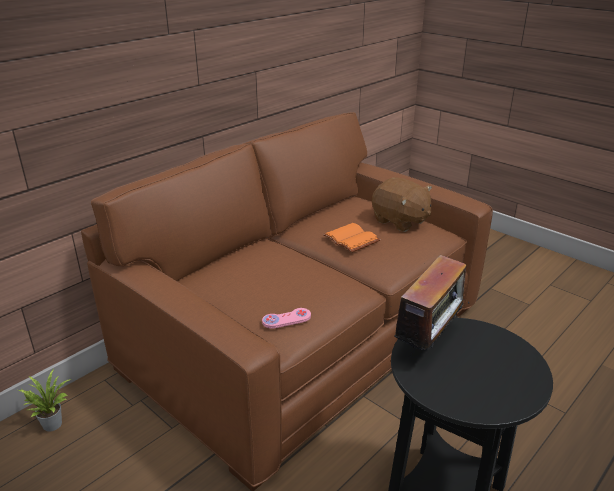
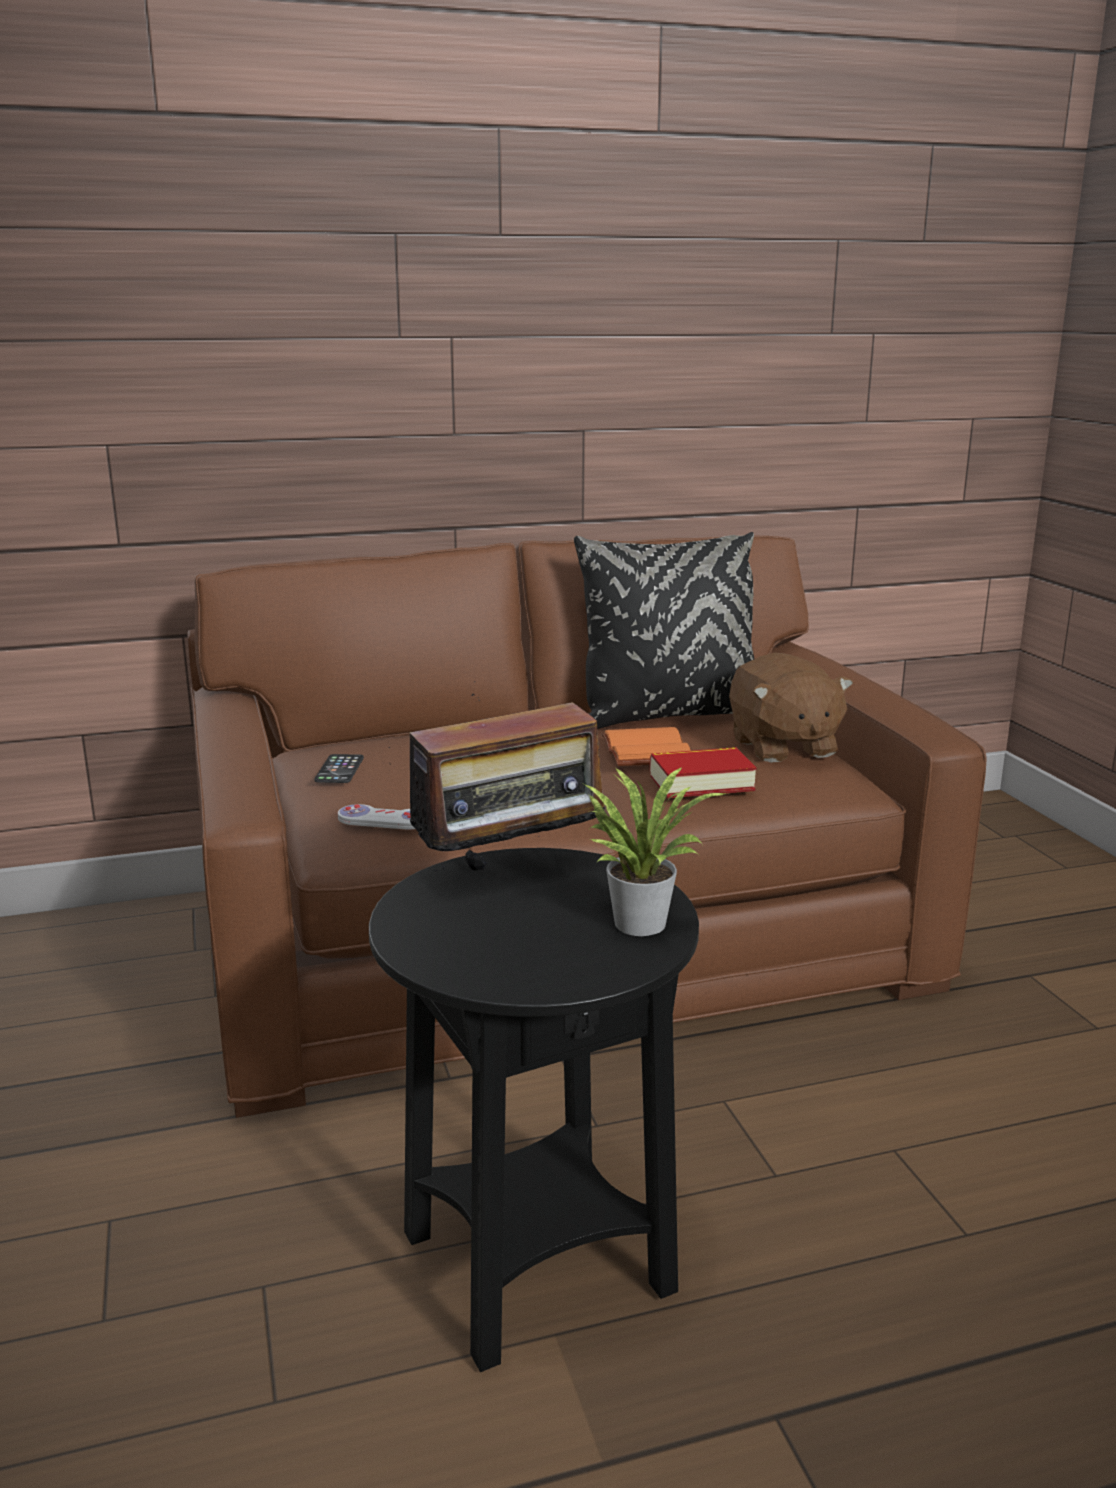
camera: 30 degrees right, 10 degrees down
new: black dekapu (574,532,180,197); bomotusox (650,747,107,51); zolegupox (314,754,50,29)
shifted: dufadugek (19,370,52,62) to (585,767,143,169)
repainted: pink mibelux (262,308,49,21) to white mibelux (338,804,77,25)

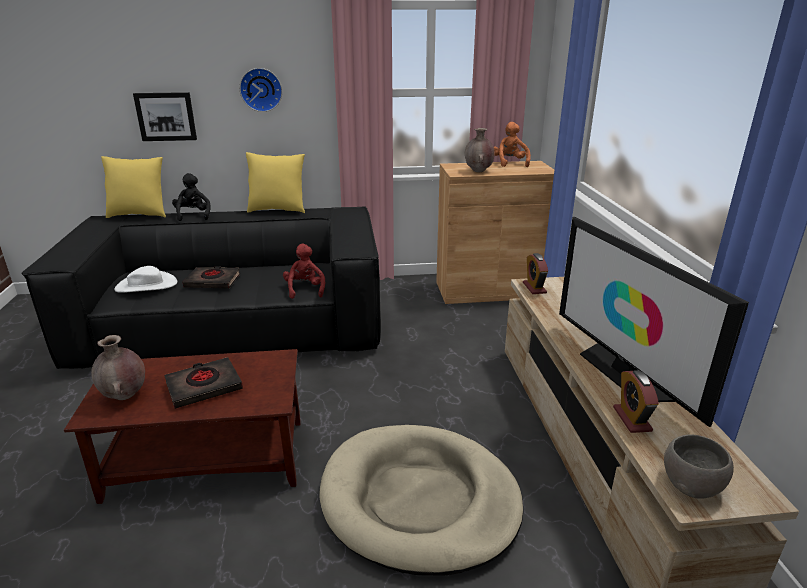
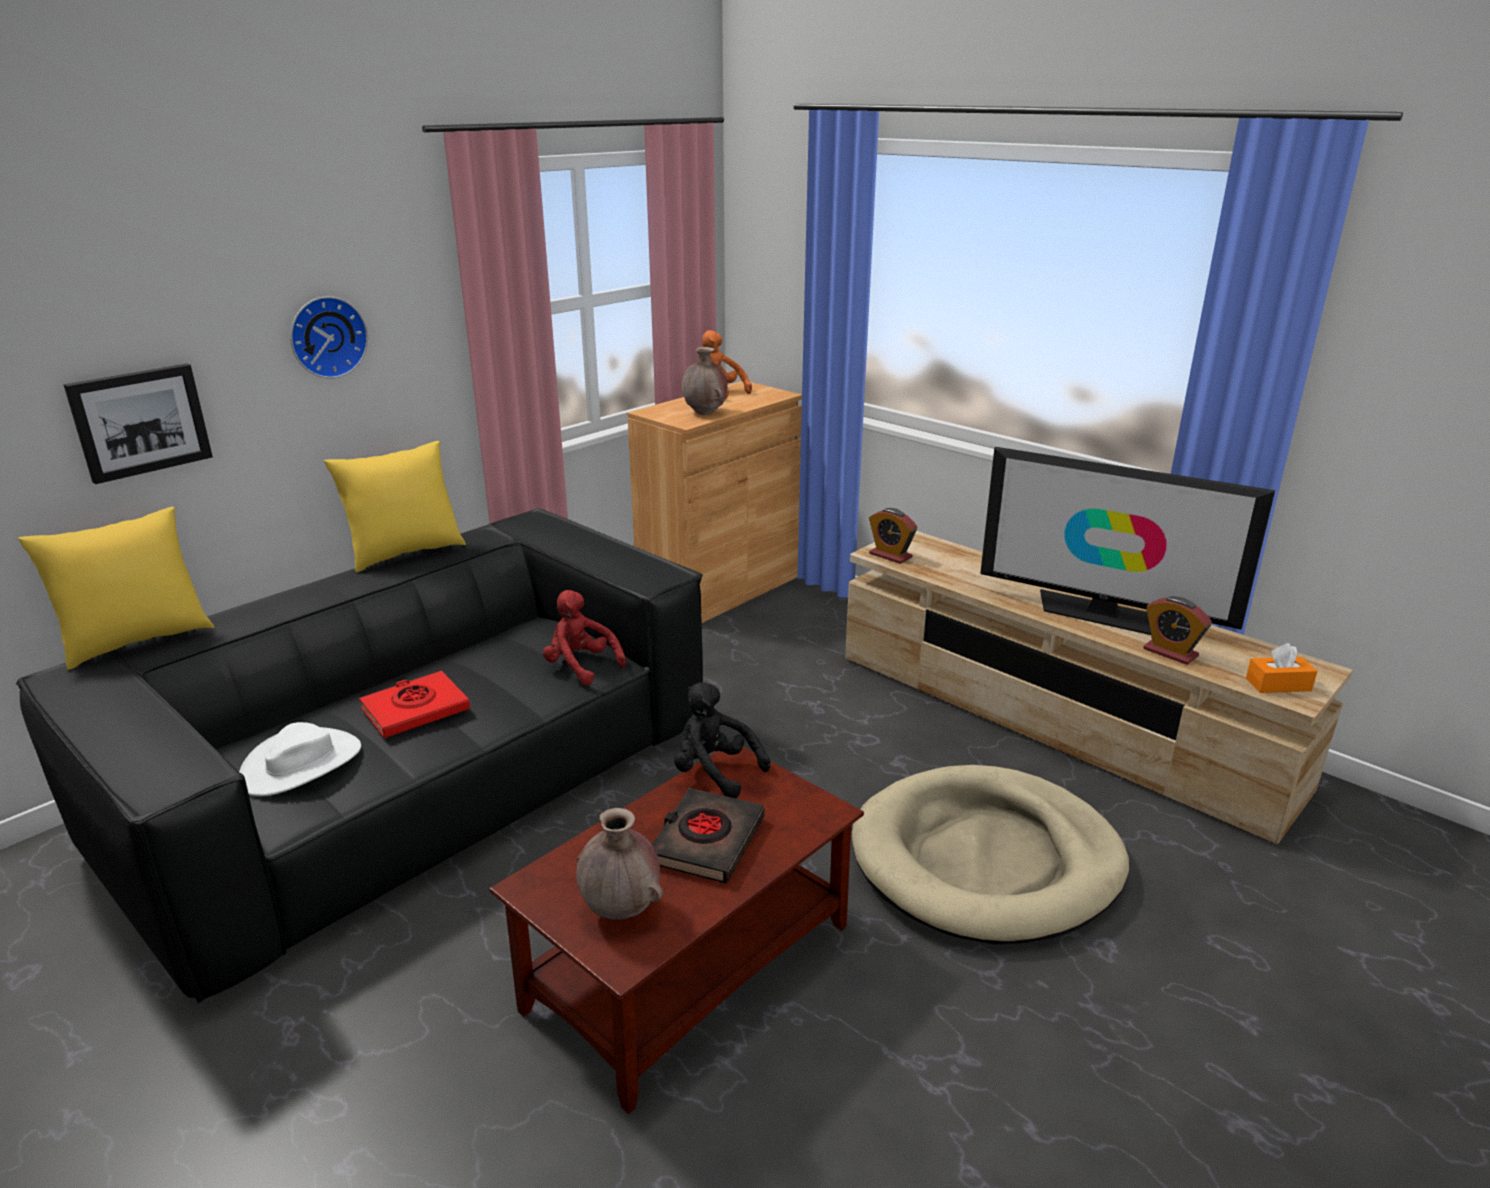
camera: 40 degrees left, 0 degrees up
shifted: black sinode (172,173,39,48) to (674,682,97,116)
swapped: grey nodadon (664,434,70,65) to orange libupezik (1246,643,72,50)
repainted: black bomotusox (183,266,57,22) to red bomotusox (359,671,111,67)

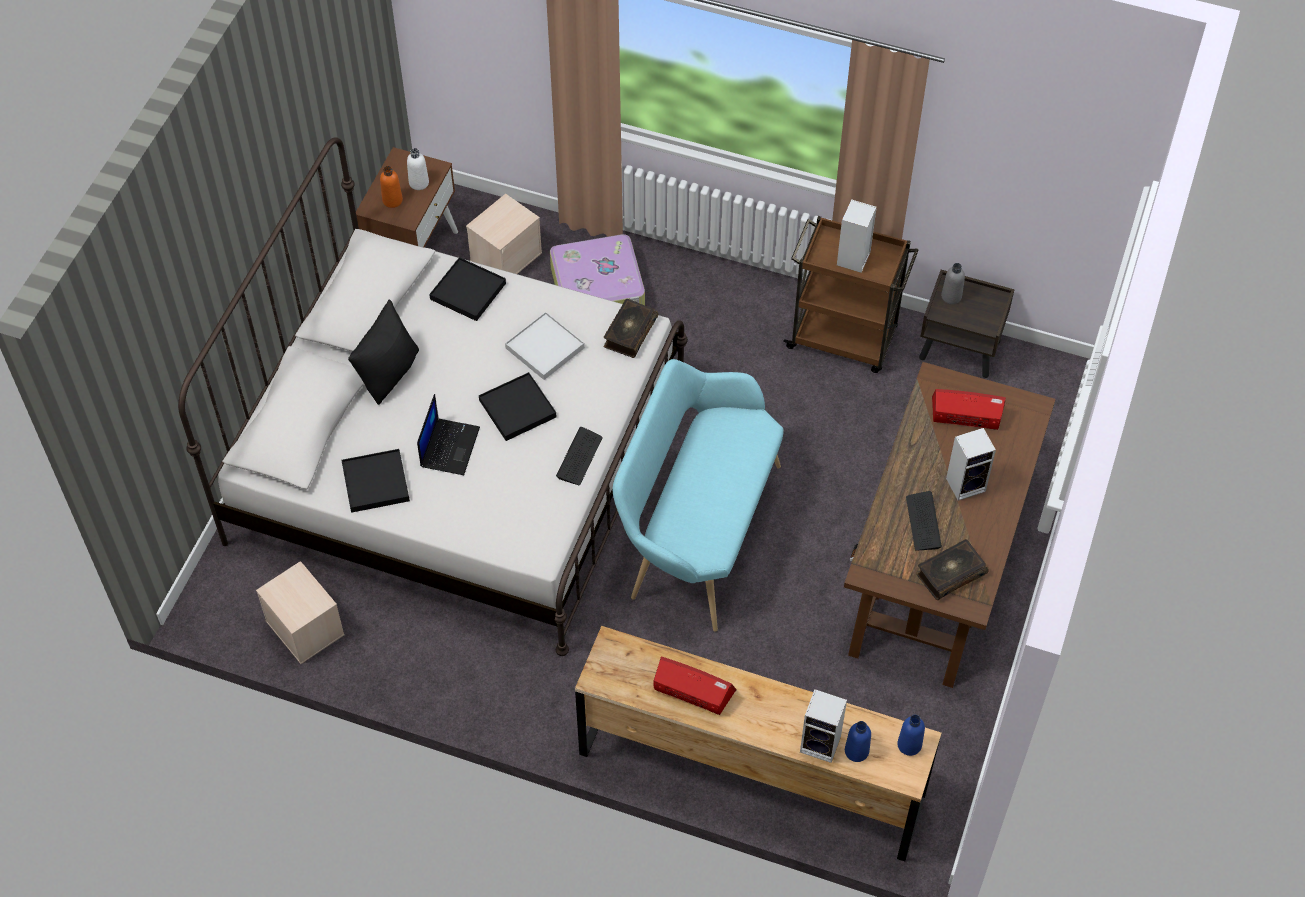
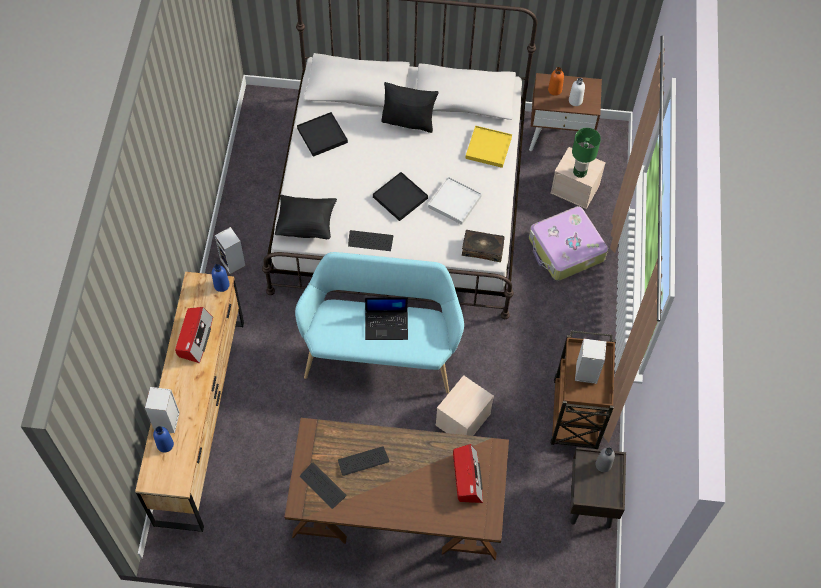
camera: 75 degrees right, 5 degrees up
new: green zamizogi (572,128,29,50); black dekapu (275,195,62,44)
shifted: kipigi (417,394,63,81) to (365,297,43,43); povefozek (946,428,50,73) to (215,227,30,47); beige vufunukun (256,561,88,103) to (436,375,58,61); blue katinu (897,715,28,41) to (212,264,18,28)
swapped: bomotusox (916,539,73,61) to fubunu (300,462,47,47)
repainted: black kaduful (429,257,77,64) to yellow kaduful (465,126,47,42)

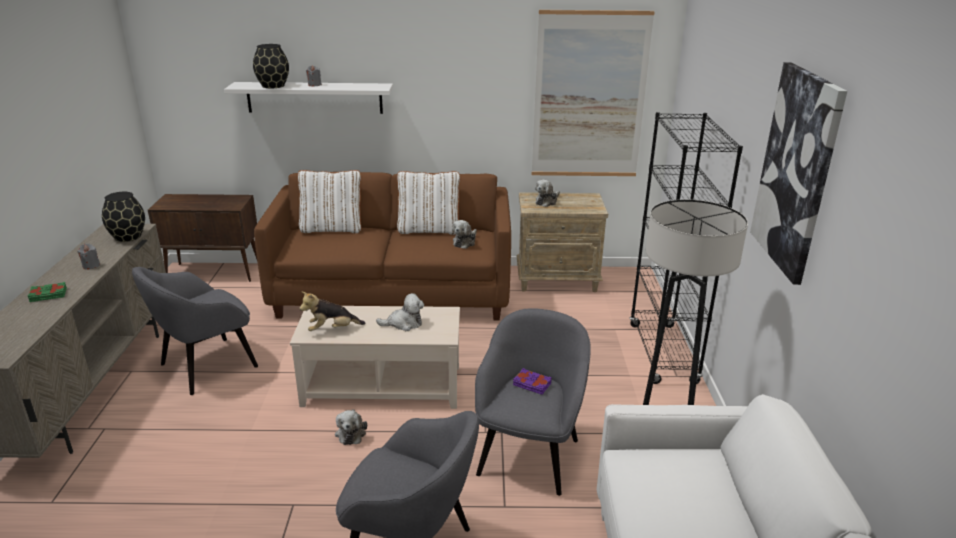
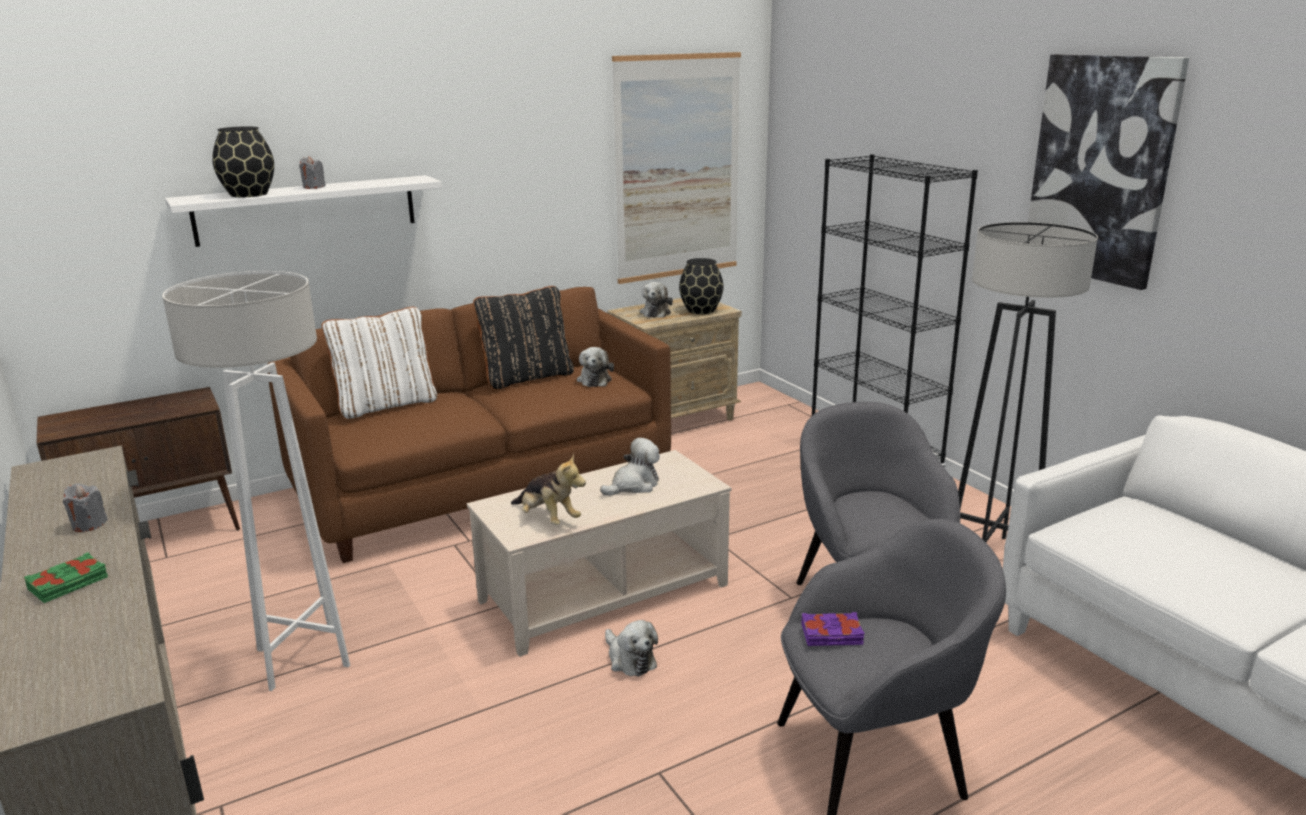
camera: 30 degrees left, 5 degrees down
shifted: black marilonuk (102,192,43,50) to (679,258,45,56); purple bomotusox (513,368,39,27) to (801,612,64,34)
swapped: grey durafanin (132,267,126,128) to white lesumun (162,271,188,420)
repainted: white dekapu (397,171,63,64) to black dekapu (473,286,101,104)
rotated: sinode (299,291,67,40) = (511,453,75,72) 90 degrees counterclockwise

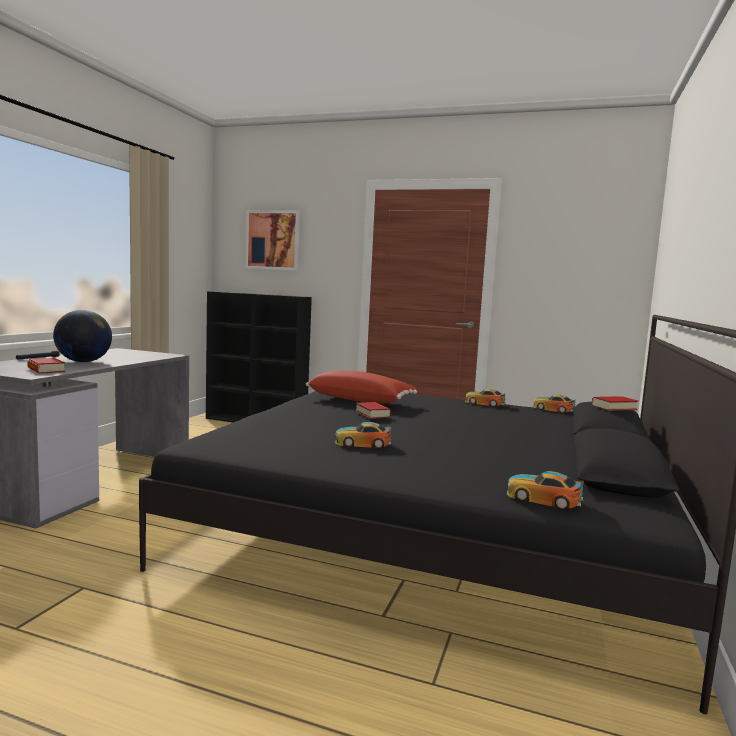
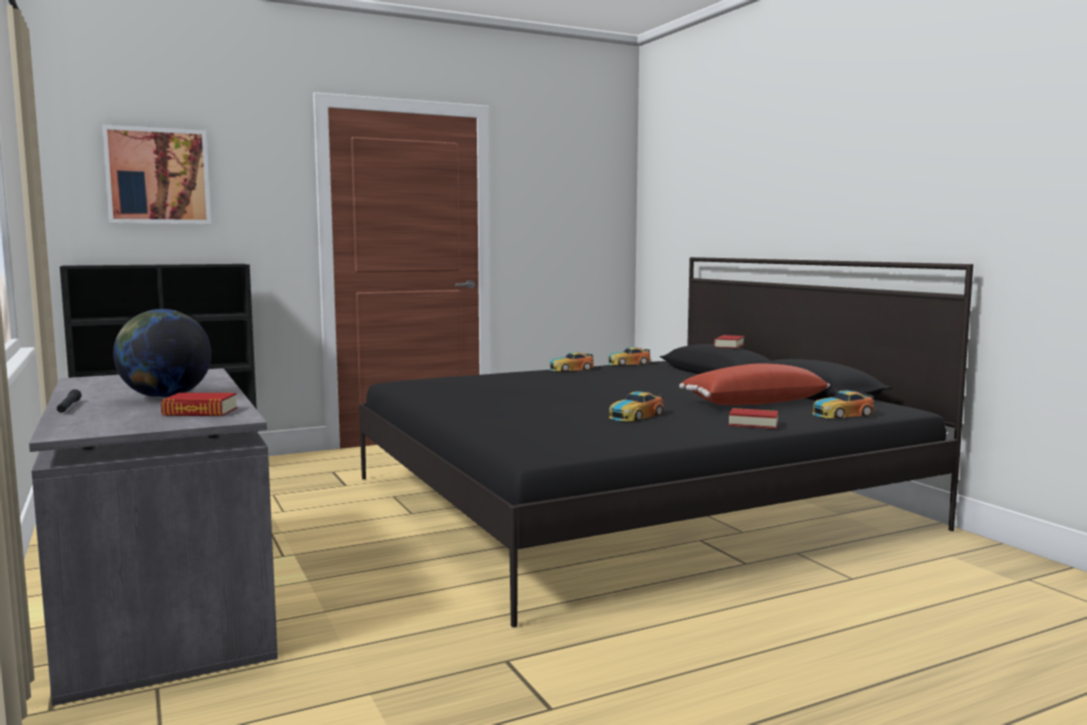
camera: 45 degrees left, 0 degrees up
shifted: red dekapu (306,371,111,32) to (679,363,151,42); bomotusox (355,402,36,17) to (729,408,49,21)

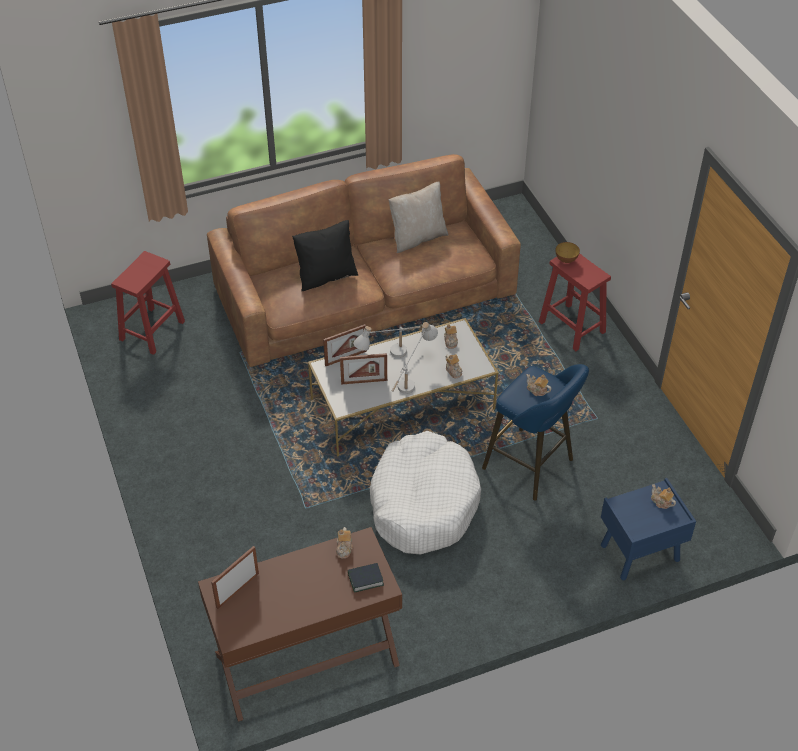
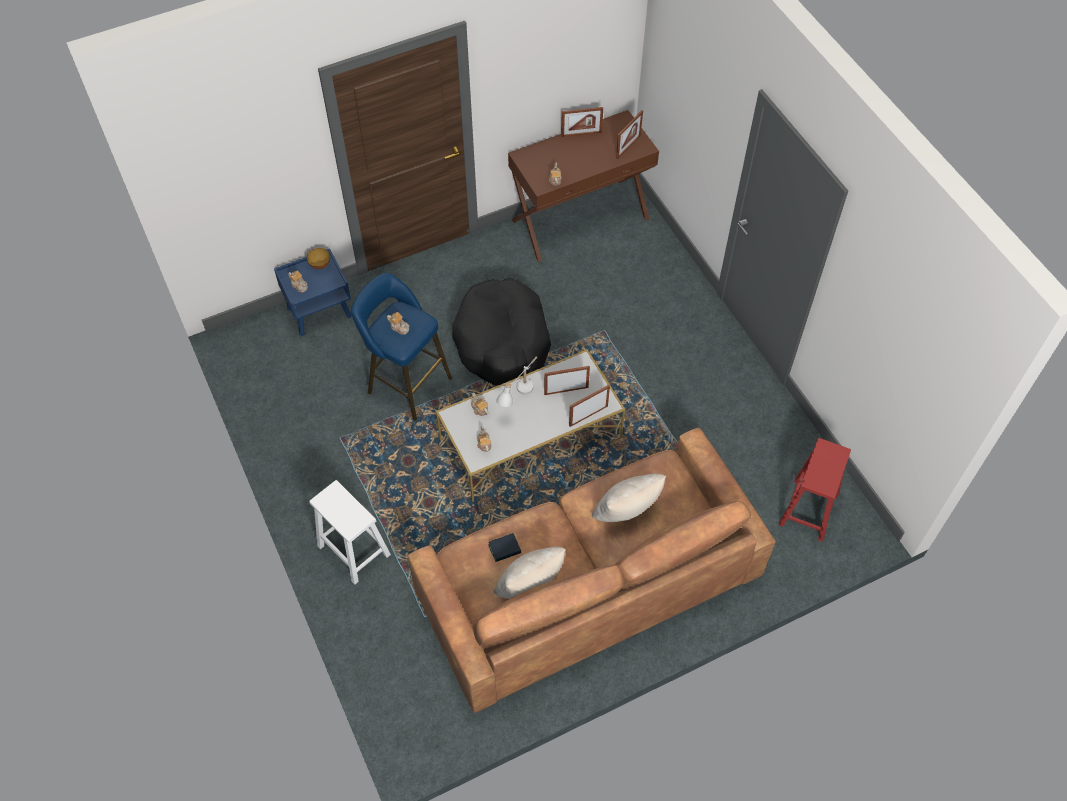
camera: 175 degrees right, 10 degrees up
gone: white zamizogi (353,326,68,32)
new: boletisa (561,107,42,30)
shifted: nodadon (555,242,25,21) to (307,248,23,21); bomotusox (348,563,36,30) to (488,533,33,29)
repainted: black dekapu (292,220,66,71) to beige dekapu (592,474,74,48); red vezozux (539,253,72,98) to white vezozux (309,480,82,104); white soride (370,431,111,124) to black soride (452,278,99,107)

